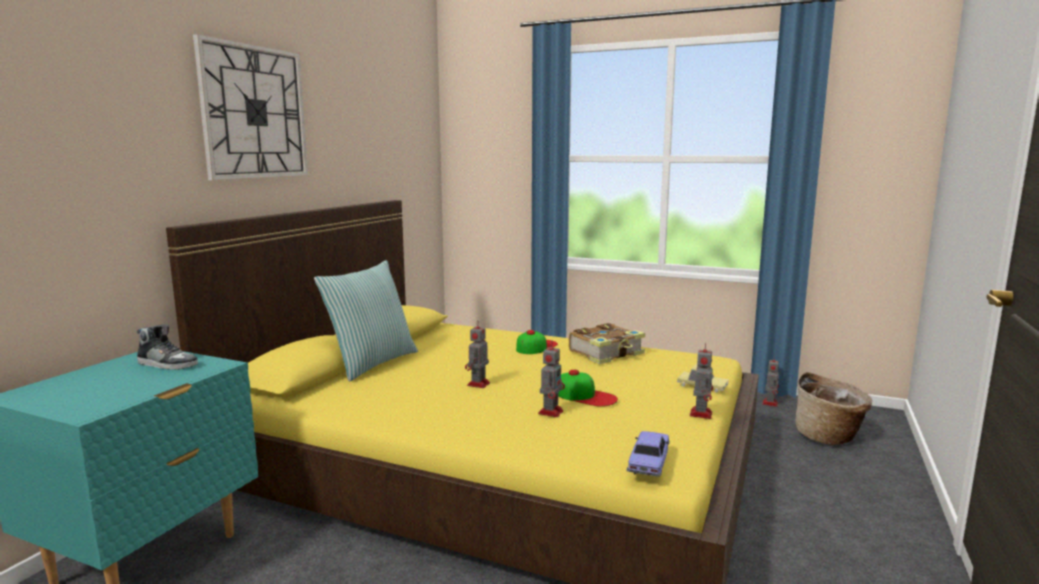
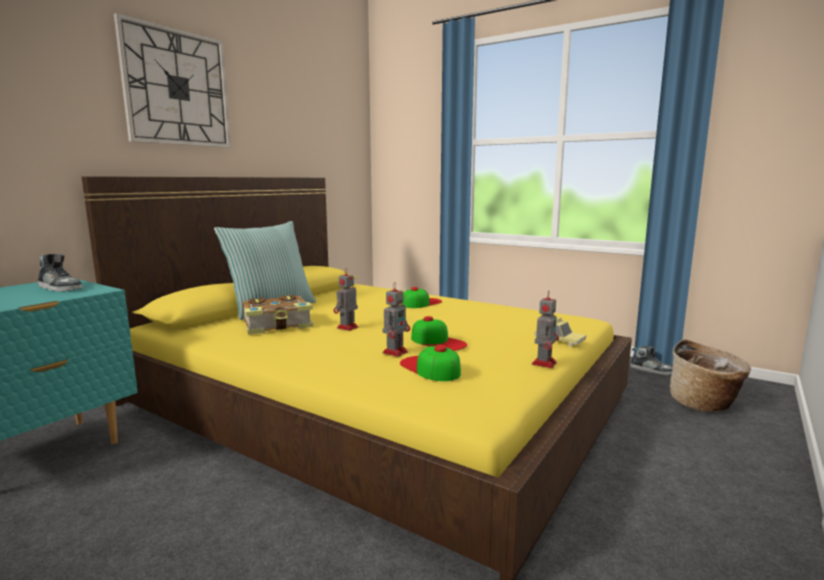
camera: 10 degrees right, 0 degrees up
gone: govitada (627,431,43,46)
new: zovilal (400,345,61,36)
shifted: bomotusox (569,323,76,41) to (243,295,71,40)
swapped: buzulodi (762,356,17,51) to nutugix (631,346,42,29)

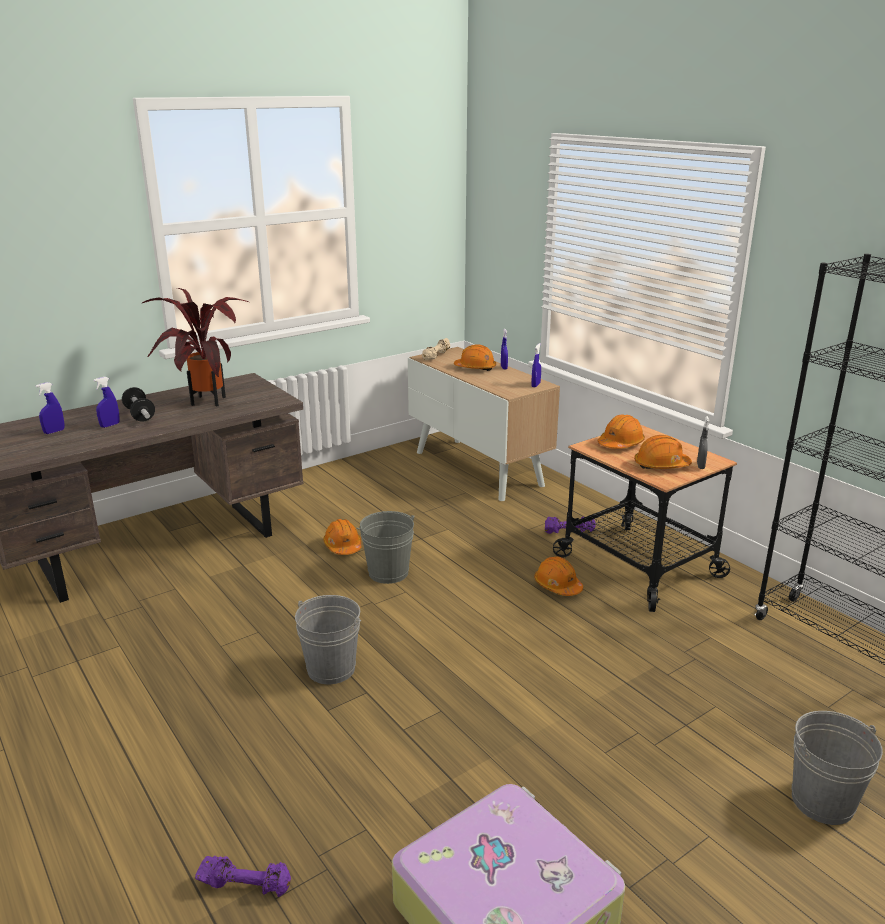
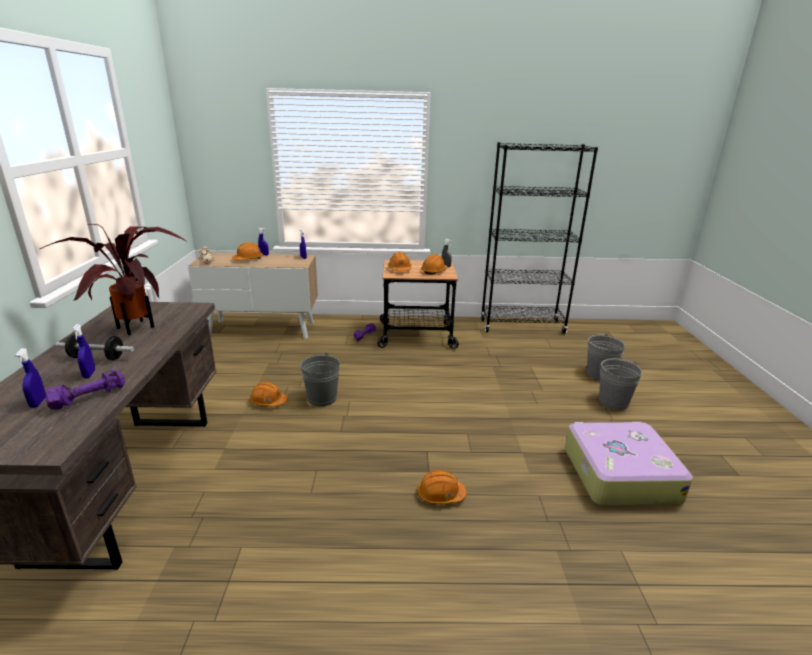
camera: 55 degrees left, 0 degrees up
shifted: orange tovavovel (534,556,49,40) to (417,470,50,34); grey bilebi (295,595,66,89) to (599,358,43,52); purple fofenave (195,856,96,41) to (46,370,79,40)

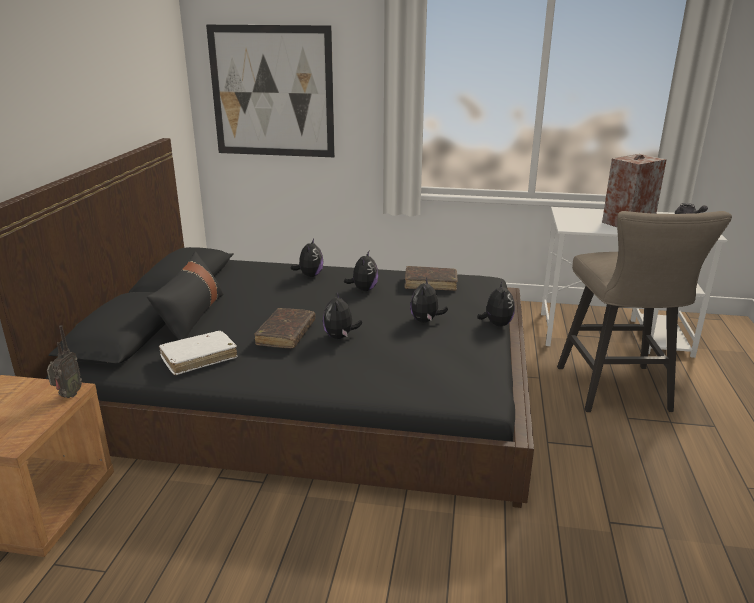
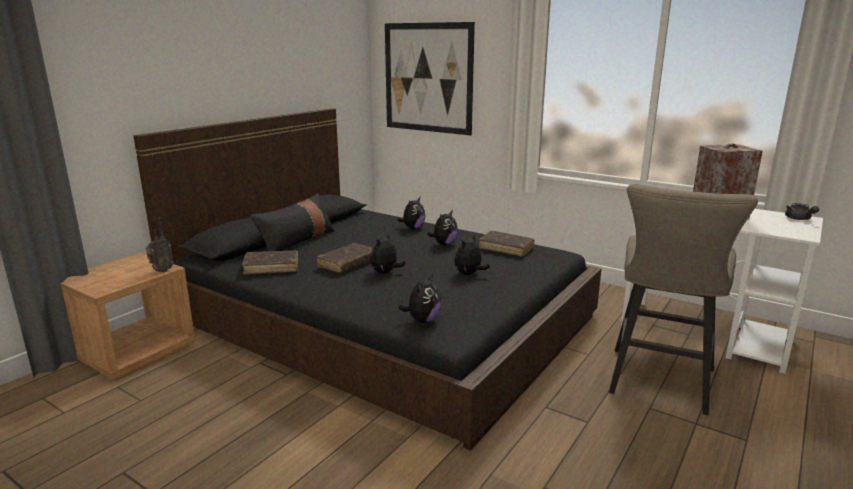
camera: 25 degrees right, 5 degrees down
shifted: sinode (477,280,38,47) to (399,274,42,49)
repainted: white bomotusox (159,331,78,44) to brown bomotusox (242,250,56,25)

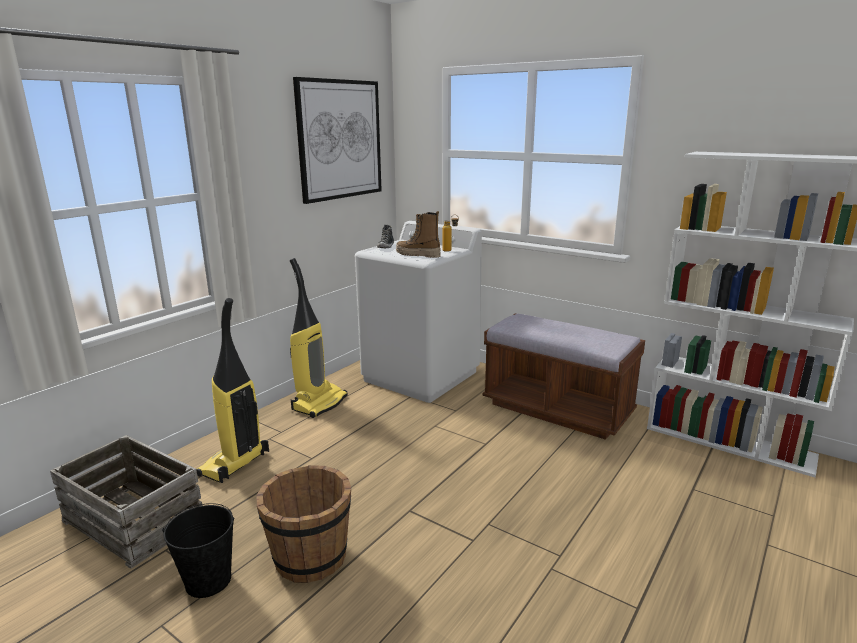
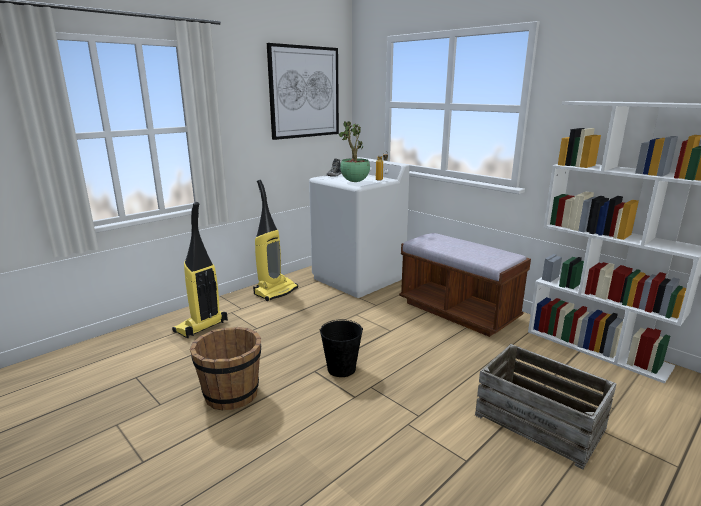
camera: 10 degrees right, 0 degrees up
shifted: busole (50,435,153,134) to (475,344,142,126); black bilebi (162,503,72,95) to (320,319,43,58)
swapped: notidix (396,211,45,47) to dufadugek (339,121,31,61)

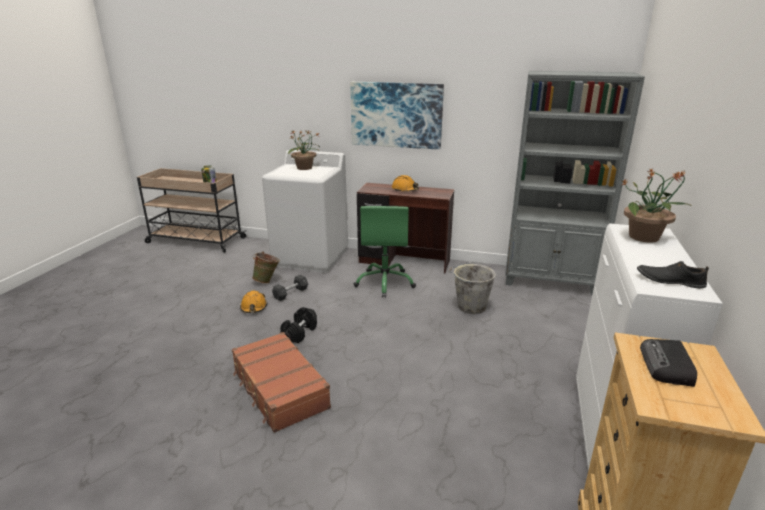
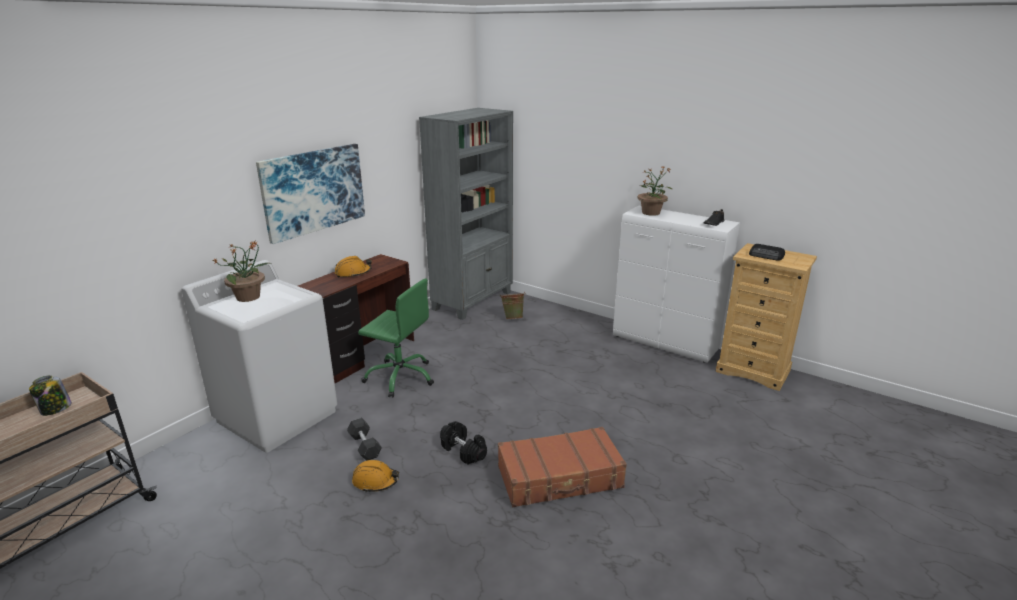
camera: 70 degrees left, 0 degrees up
gone: grey bilebi (449,263,47,51)
shifted: green bilebi (252,251,28,33) to (500,292,25,27)

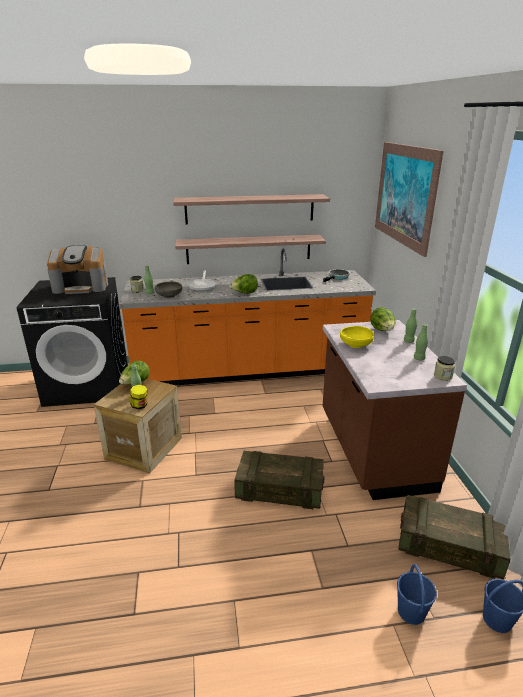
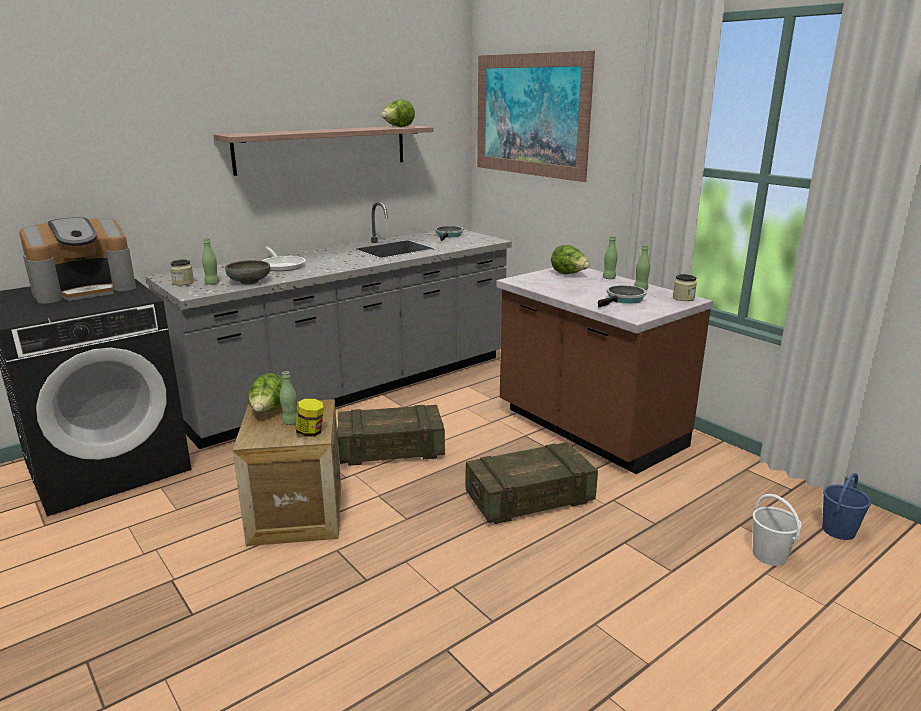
camera: 30 degrees left, 5 degrees down
gone: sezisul (175,235,151,29); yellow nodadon (340,326,34,22)
new: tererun (598,285,49,23)
shifted: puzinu (229,274,29,20) to (381,99,34,28); busole (398,495,113,85) to (337,405,108,61)
repainted: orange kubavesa (119,249,257,136) to grey kubavesa (145,202,367,247); blue bilebi (397,564,40,61) to white bilebi (753,494,49,72)

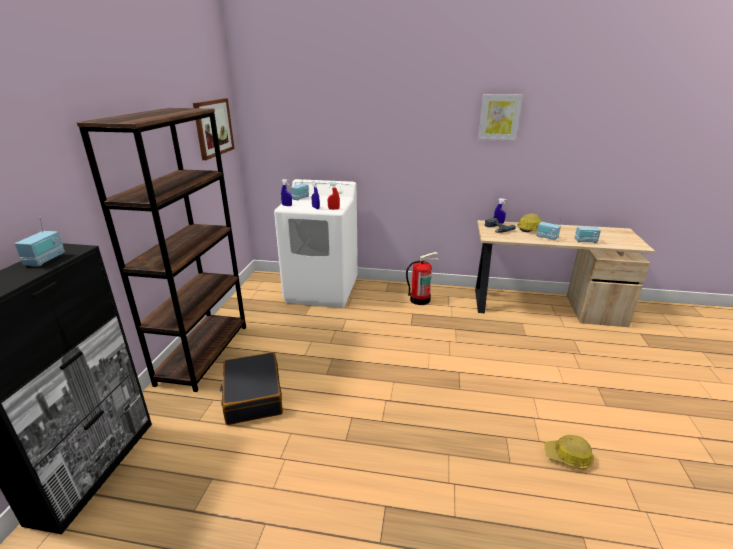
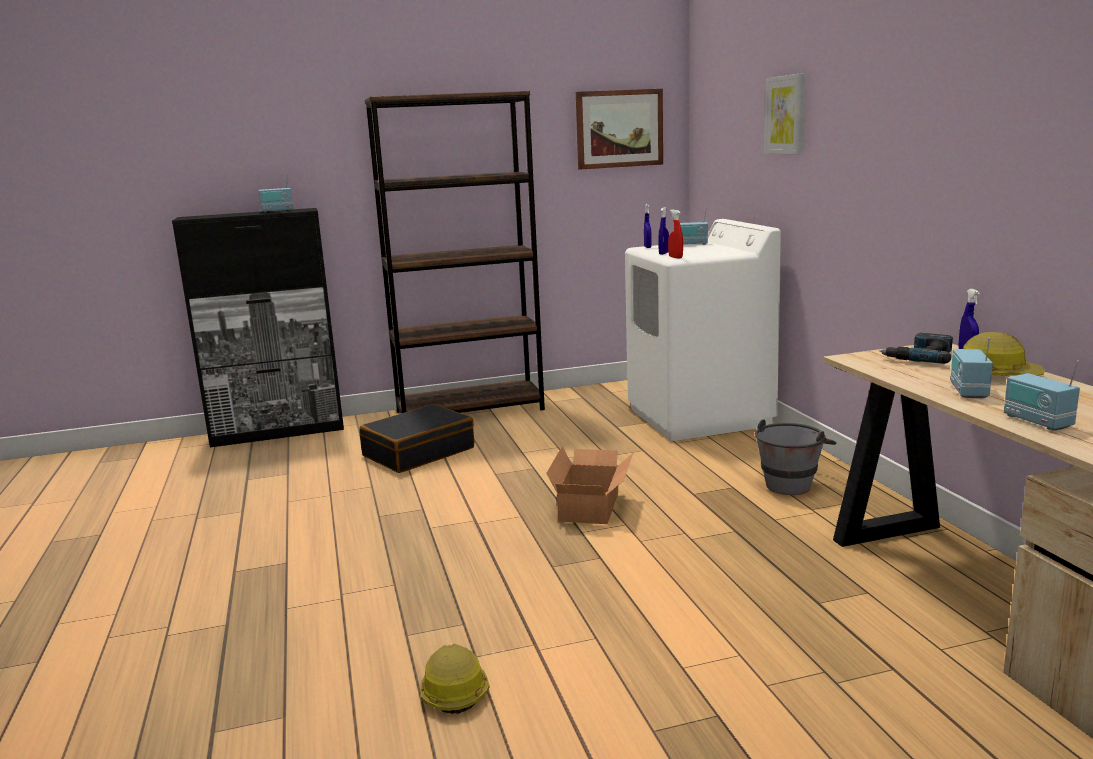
camera: 65 degrees right, 10 degrees down
new: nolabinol (546,446,87,78)
shifted: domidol (478,94,45,47) to (764,73,42,82)
swapped: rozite (406,252,33,53) to grey bilebi (755,420,81,75)

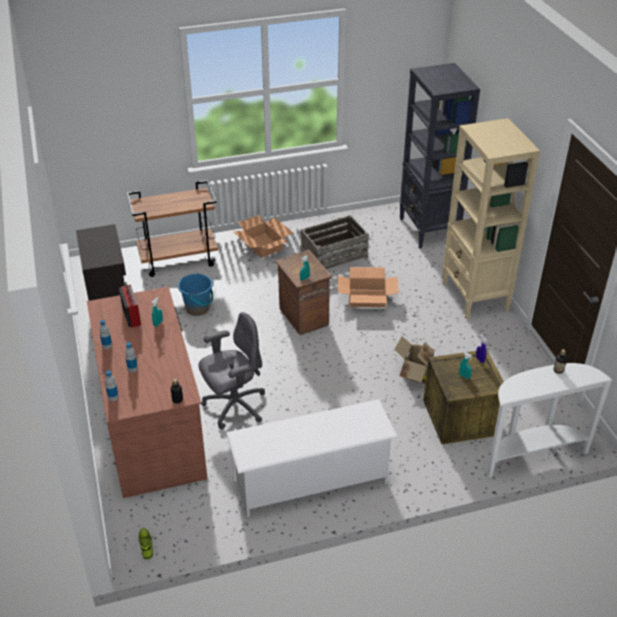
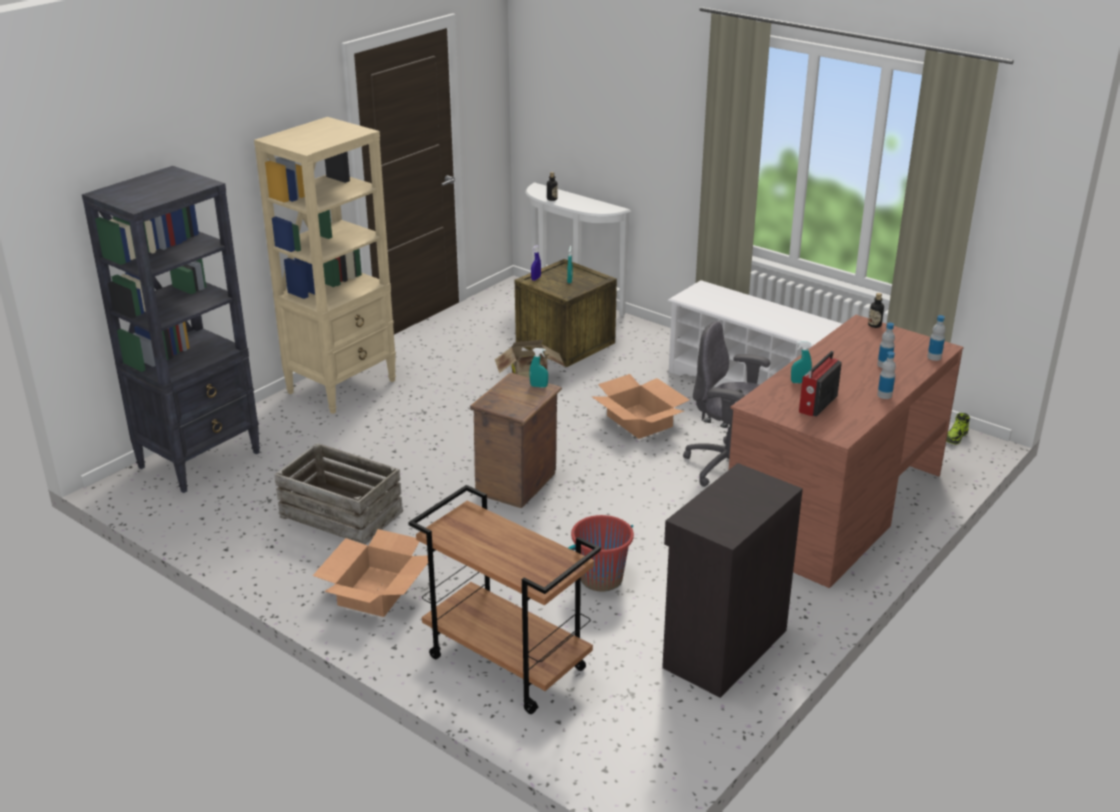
camera: 125 degrees left, 10 degrees down
shifted: nolabinol (338,267,61,41) to (592,374,97,65)
repainted: blue bilebi (178,273,35,43) to red bilebi (568,515,66,76)

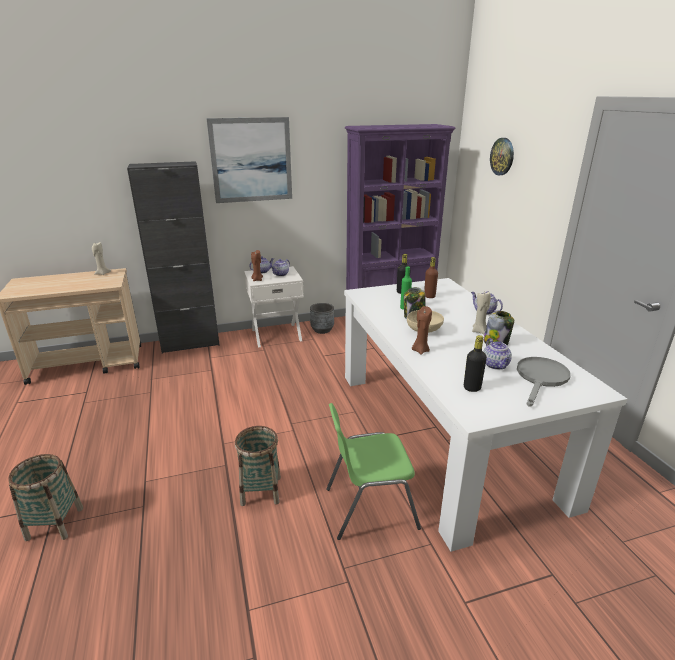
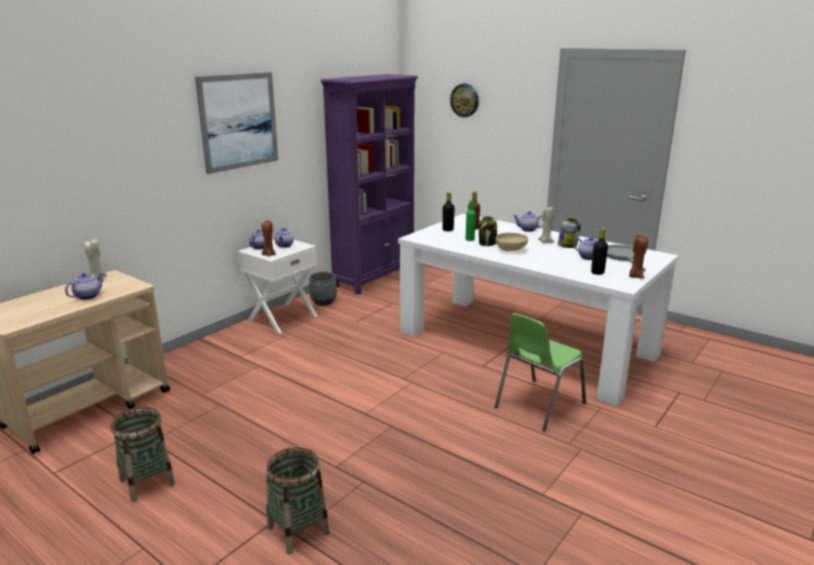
camera: 35 degrees left, 5 degrees down
gone: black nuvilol (127,161,93,193)
new: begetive (65,273,39,27)
shifted: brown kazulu (412,306,20,49) to (629,235,19,44); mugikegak (235,426,46,80) to (110,407,65,95)

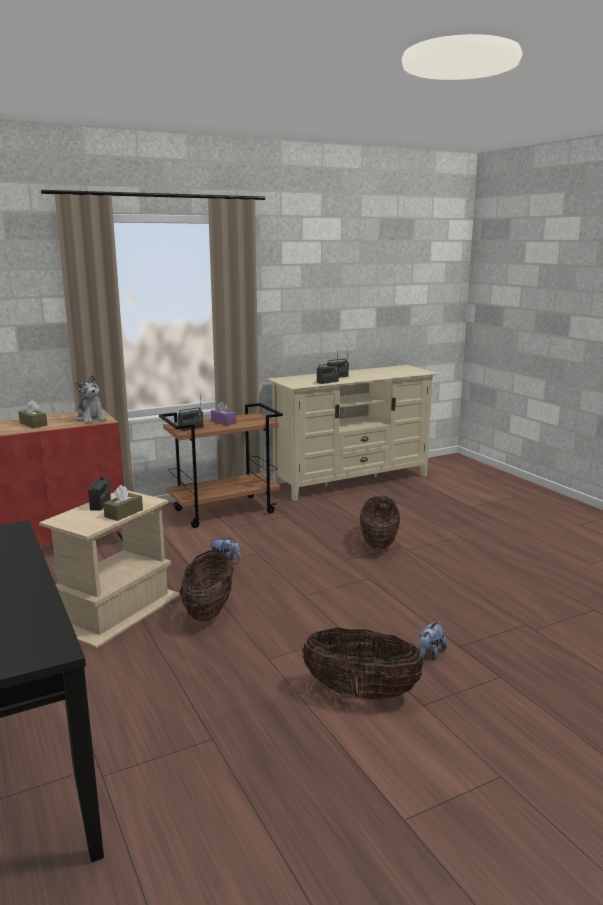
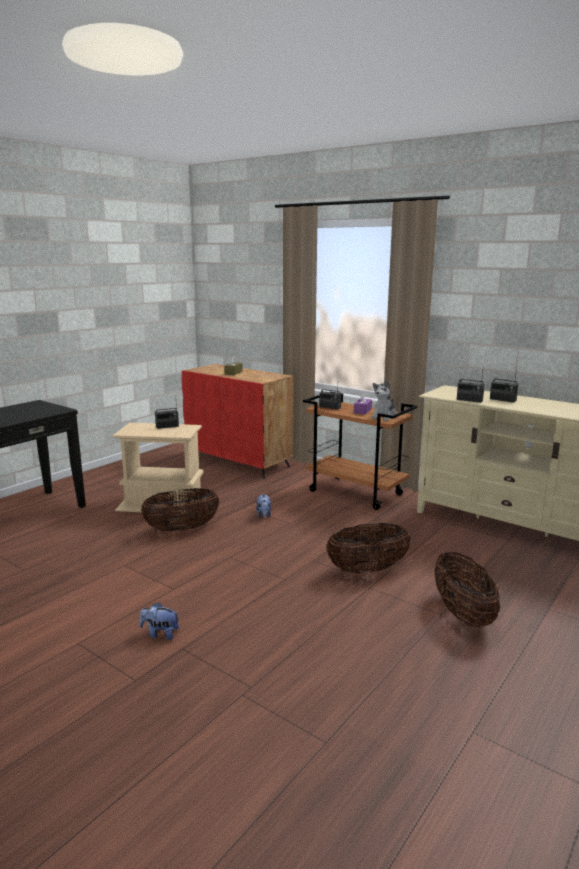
camera: 65 degrees right, 0 degrees up
gone: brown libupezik (103,485,40,36)
shifted: sinode (75,375,32,49) to (371,379,26,42); mugikegak (302,628,123,71) to (434,552,66,75)

